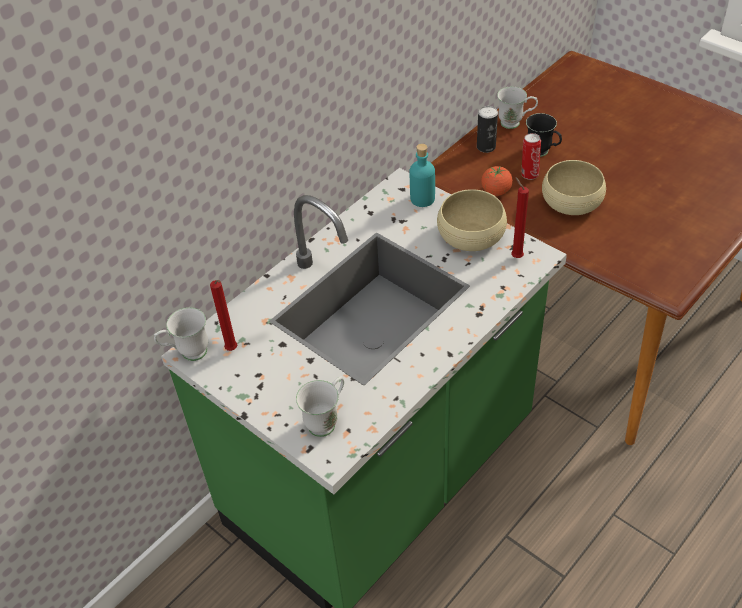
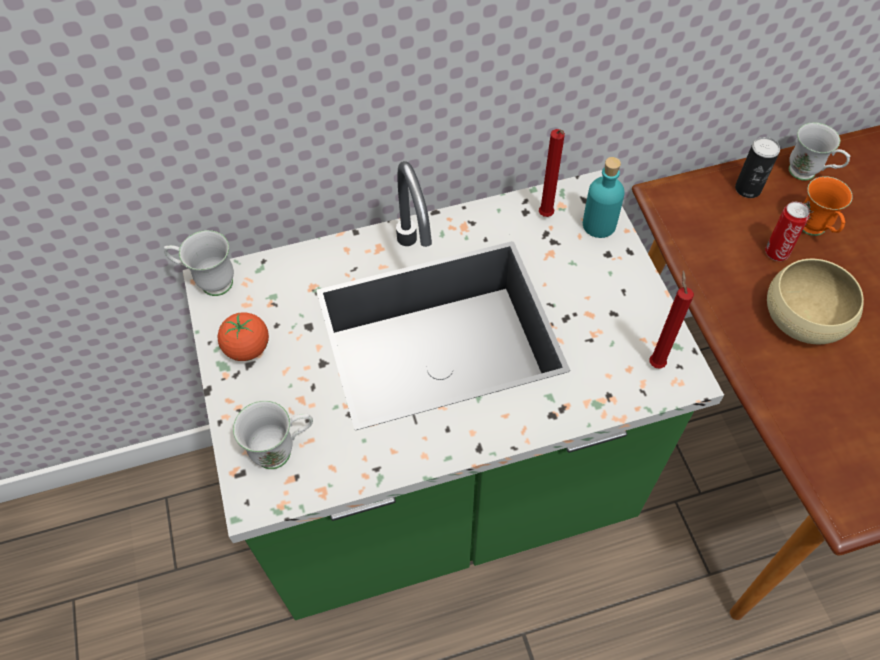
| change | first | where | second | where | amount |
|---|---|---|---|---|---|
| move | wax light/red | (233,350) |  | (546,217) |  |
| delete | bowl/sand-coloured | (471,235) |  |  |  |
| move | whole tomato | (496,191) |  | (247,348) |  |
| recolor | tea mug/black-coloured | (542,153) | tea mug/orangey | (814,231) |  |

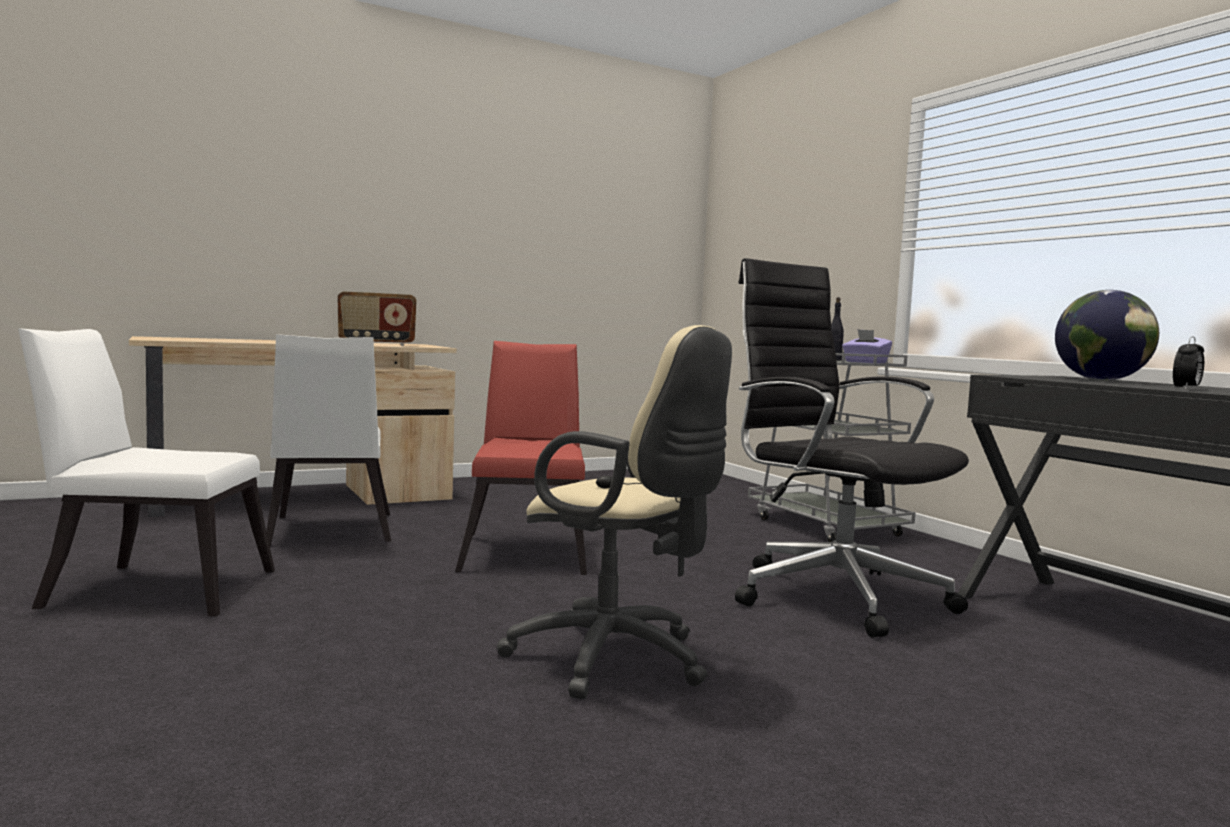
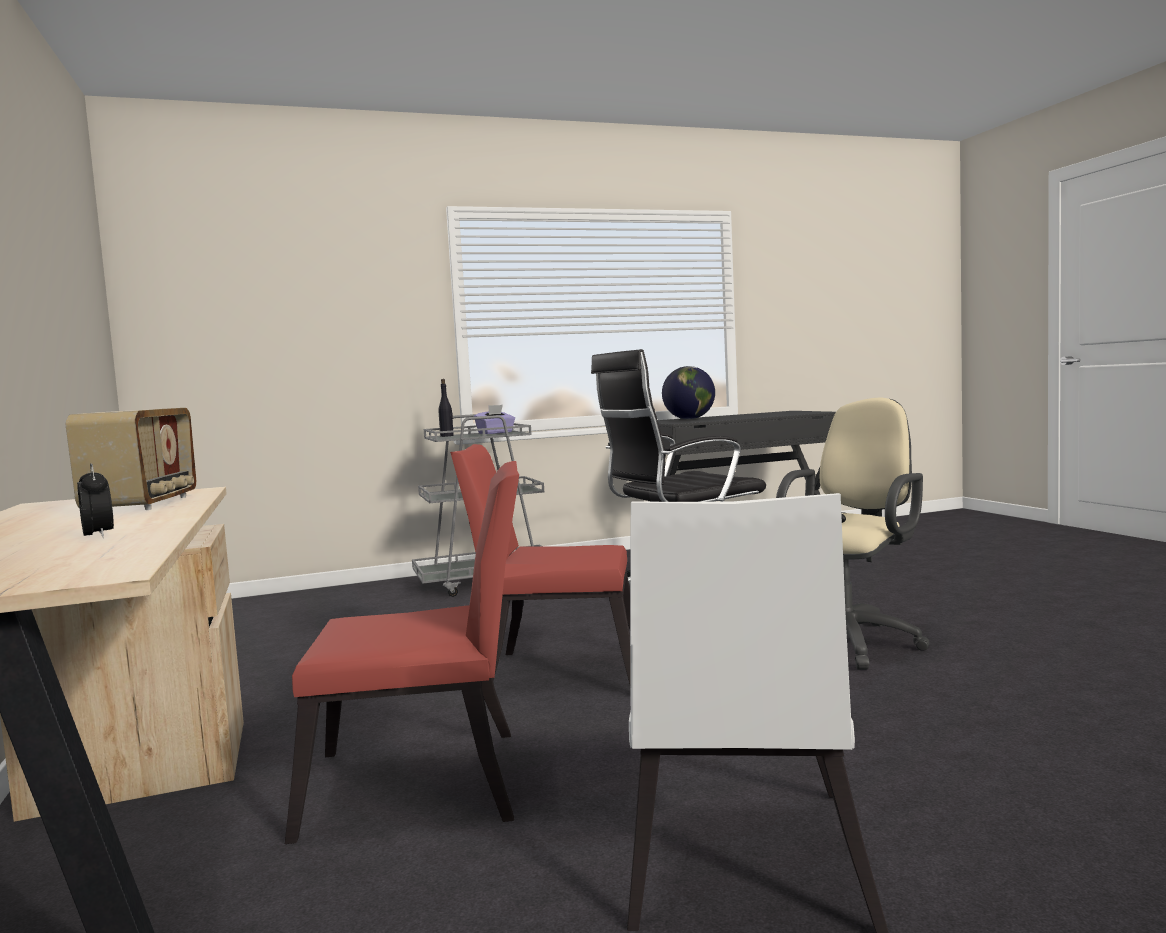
| change | first | where | second | where | amount |
|---|---|---|---|---|---|
| recolor | chair/white | (329,532) | chair/red | (429,785) |  |
| move | bedside clock | (1186,389) |  | (99,536) |  |

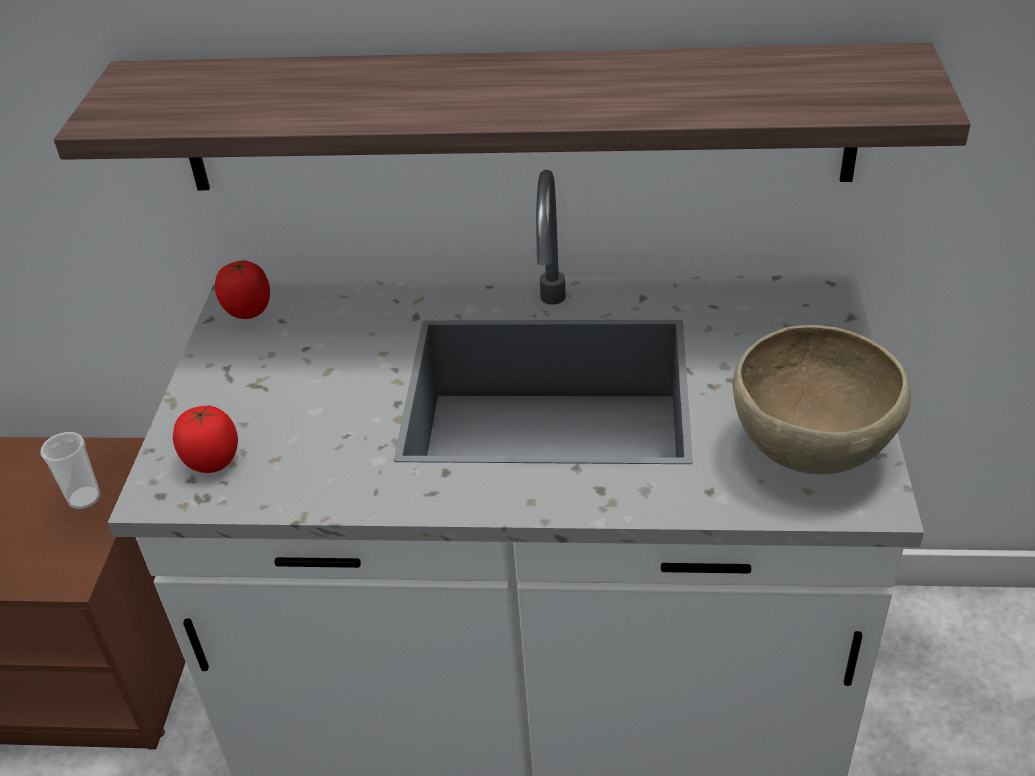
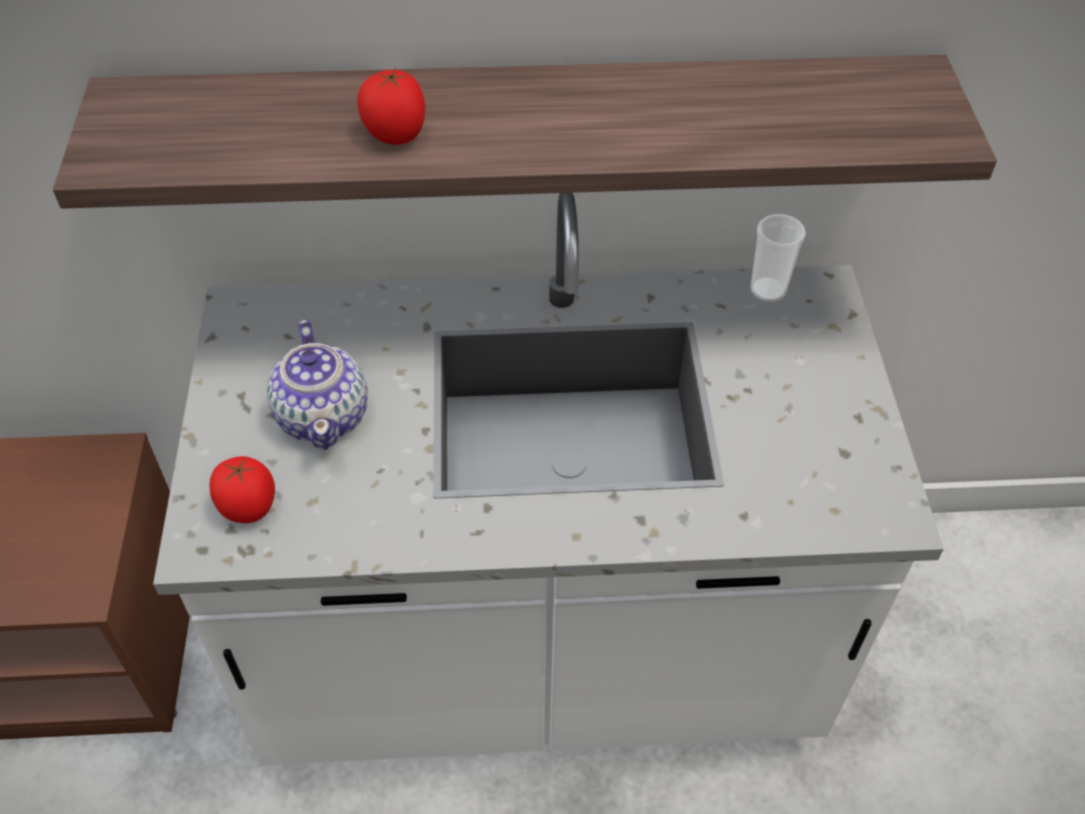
| change | first | where | second | where | amount |
|---|---|---|---|---|---|
| move | small cup | (84,498) |  | (768,290) |  |
| move | whole tomato | (248,311) |  | (395,135) |  |
| delete | bowl/brownish | (809,451) |  |  |  |
| insert |  |  | tea pot | (324,415) |  |

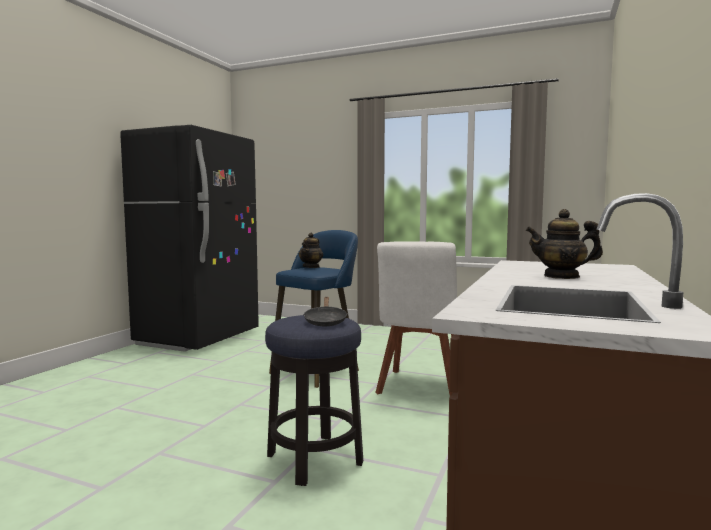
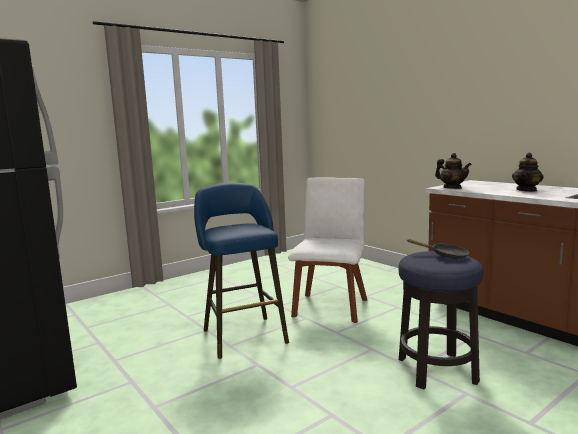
| change | first | where | second | where | amount |
|---|---|---|---|---|---|
| move | tea pot | (311,267) |  | (452,188) |  |
| rotate | chair/white | (420,387) |  | (331,306) | 120 degrees counterclockwise |

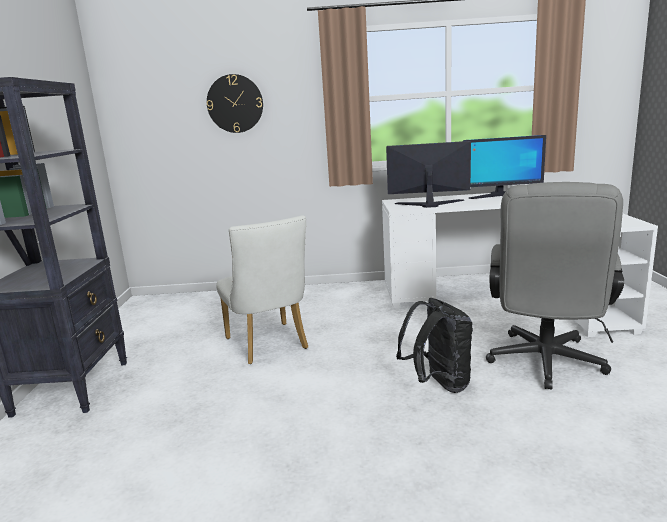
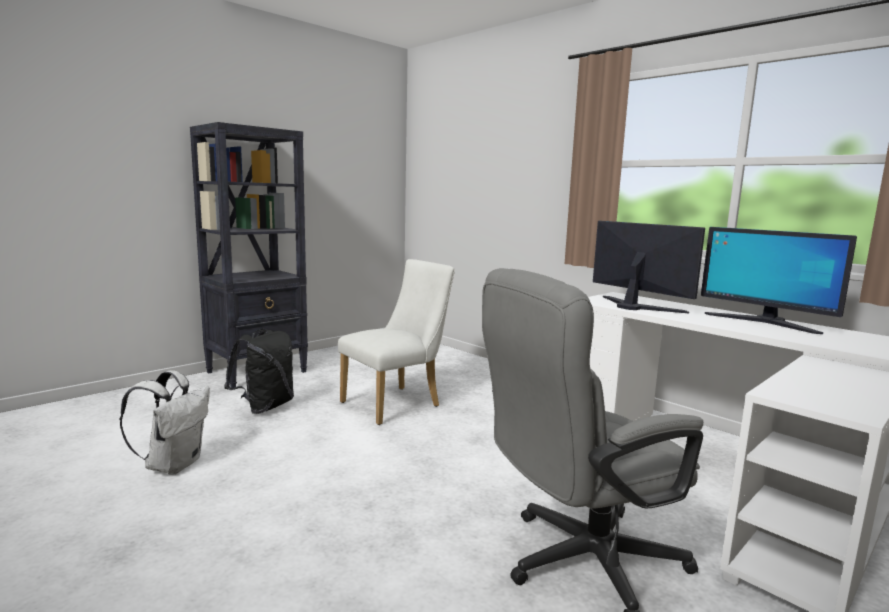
| change | first | where | second | where | amount |
|---|---|---|---|---|---|
| delete | hanging clock | (235,103) |  |  |  |
| rotate | chair/white | (269,345) |  | (397,403) | 150 degrees counterclockwise |
| move | knapsack/black-coloured | (438,384) |  | (265,406) |  |
| insert |  |  | knapsack/white | (174,464) |  |

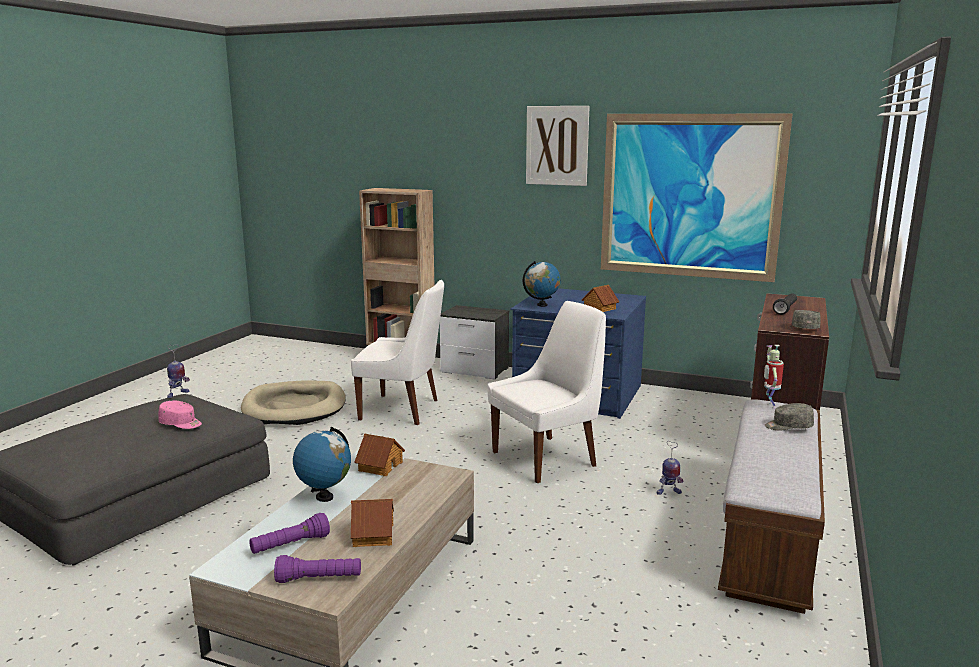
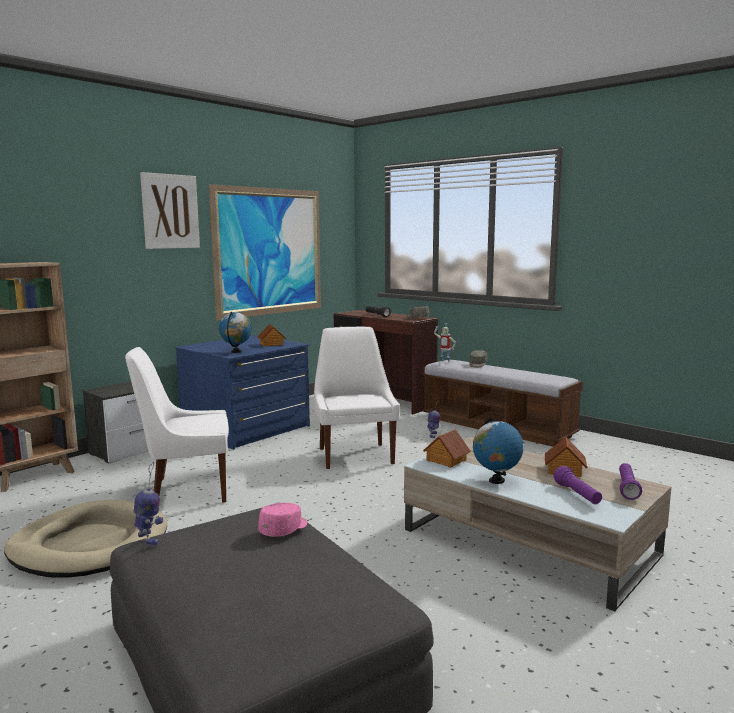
| change | first | where | second | where | amount |
|---|---|---|---|---|---|
| rotate | chair/white | (402,410) |  | (187,490) | 135 degrees counterclockwise |

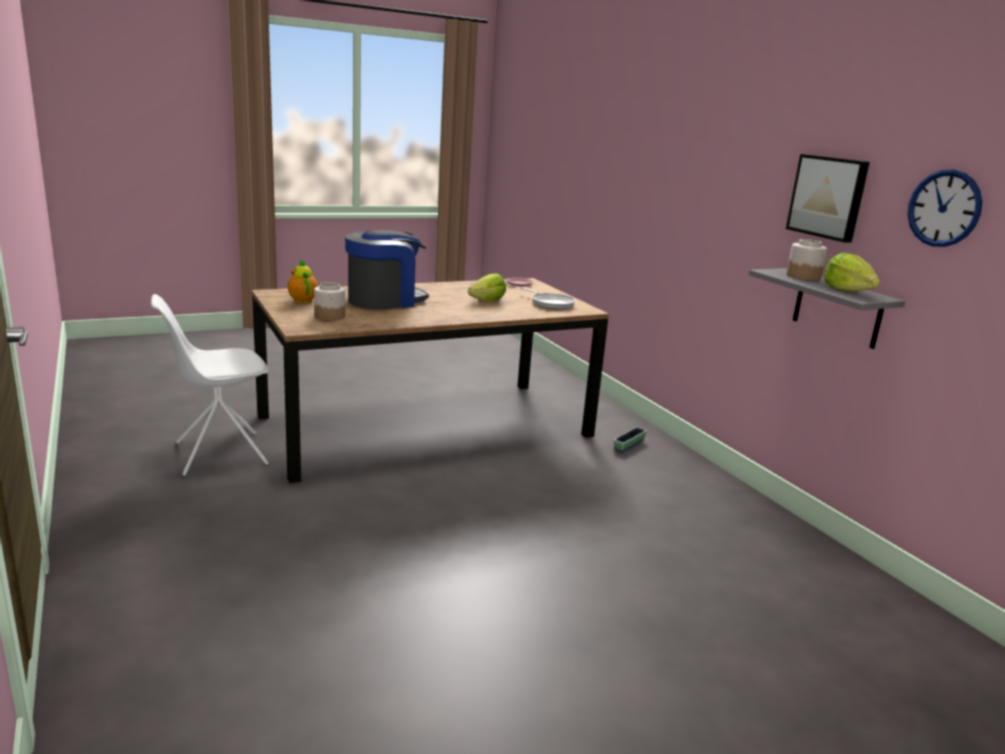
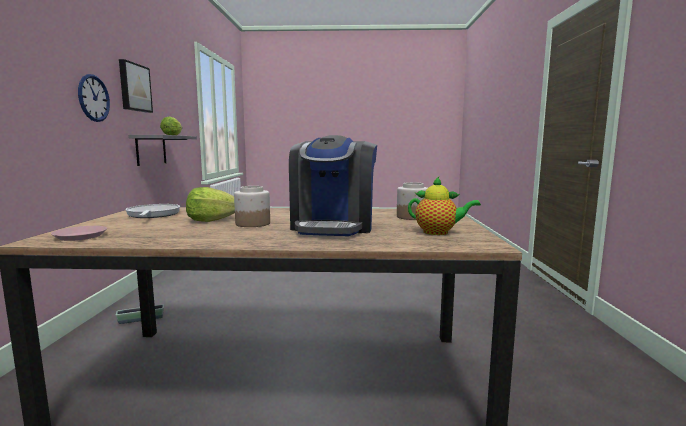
| change | first | where | second | where | amount |
|---|---|---|---|---|---|
| delete | chair/white | (219,454) |  |  |  |
| rotate | tea pot | (302,300) |  | (438,232) | 75 degrees counterclockwise |
| rotate | coffee brewer | (385,301) |  | (333,226) | 75 degrees counterclockwise |
| move | preserve jar | (803,276) |  | (252,224) |  |
| move | hanging clock | (944,208) |  | (93,98) |  |

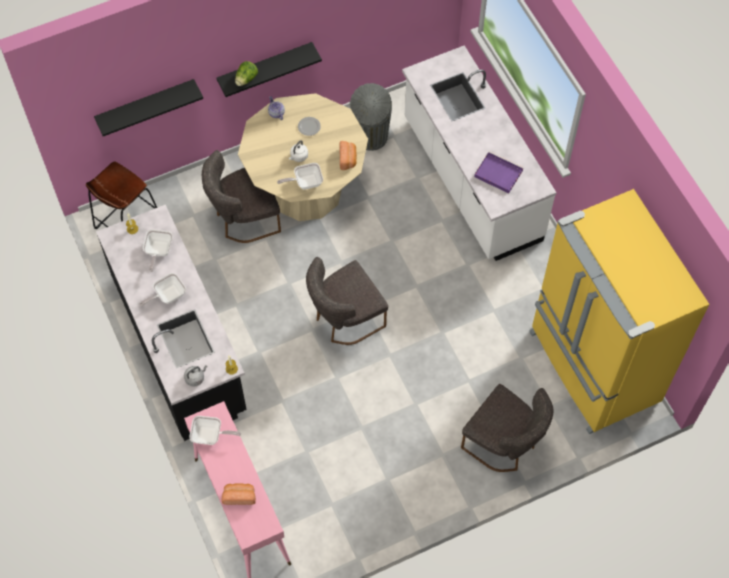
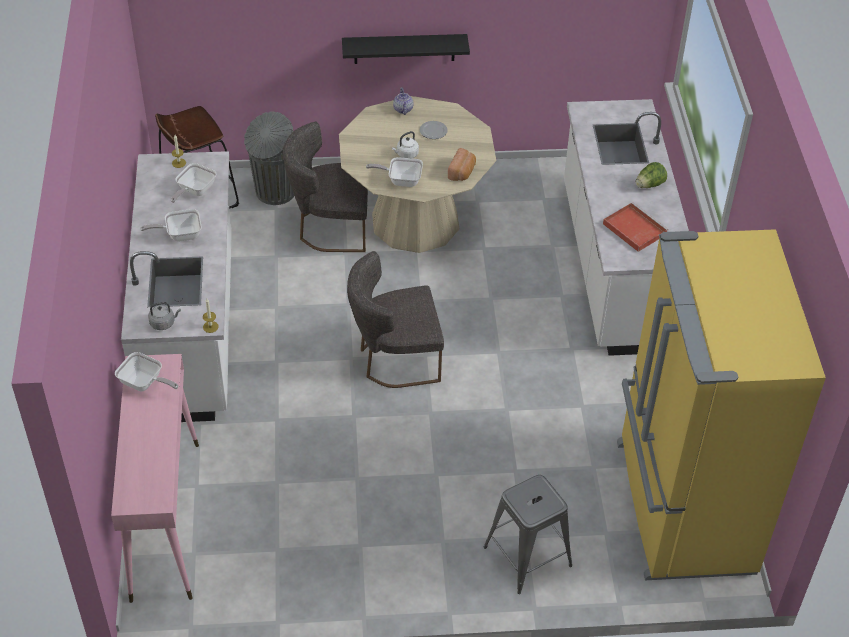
| change | first | where | second | where | amount |
|---|---|---|---|---|---|
| delete | shelf/black-coloured | (146,105) |  |  |  |
| recolor | counter/black-coloured | (180,344) | counter/white | (191,326) |  |
| delete | bread | (239,496) |  |  |  |
| move | lettuce head | (246,79) |  | (649,185) |  |
| move | rubbish bin/greyish | (370,138) |  | (274,192) |  |
| replace | chair/greyish | (504,444) | stool seat/greyish | (527,556) |  |
| recolor | tray/purple | (497,173) | tray/red | (633,228) |  |

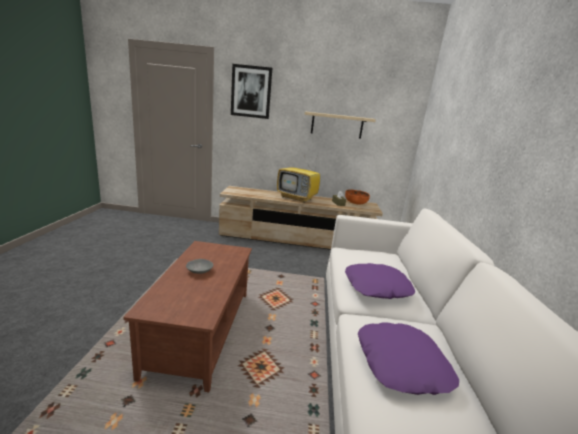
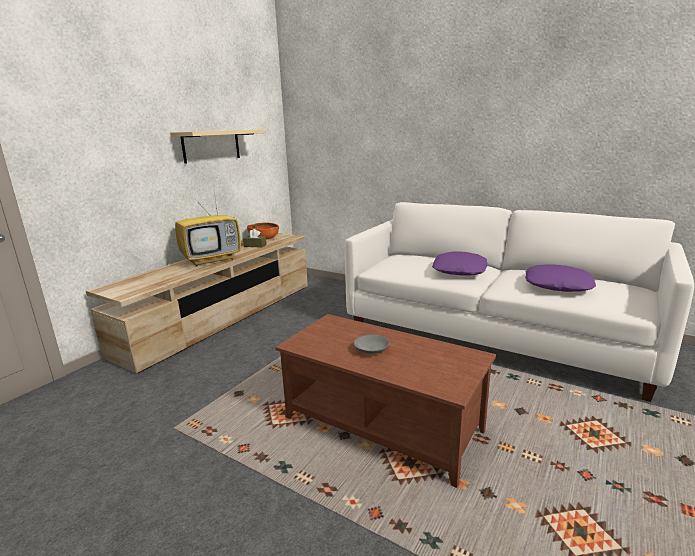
| change | first | where | second | where | amount |
|---|---|---|---|---|---|
| delete | wall art | (251,92) |  |  |  |

